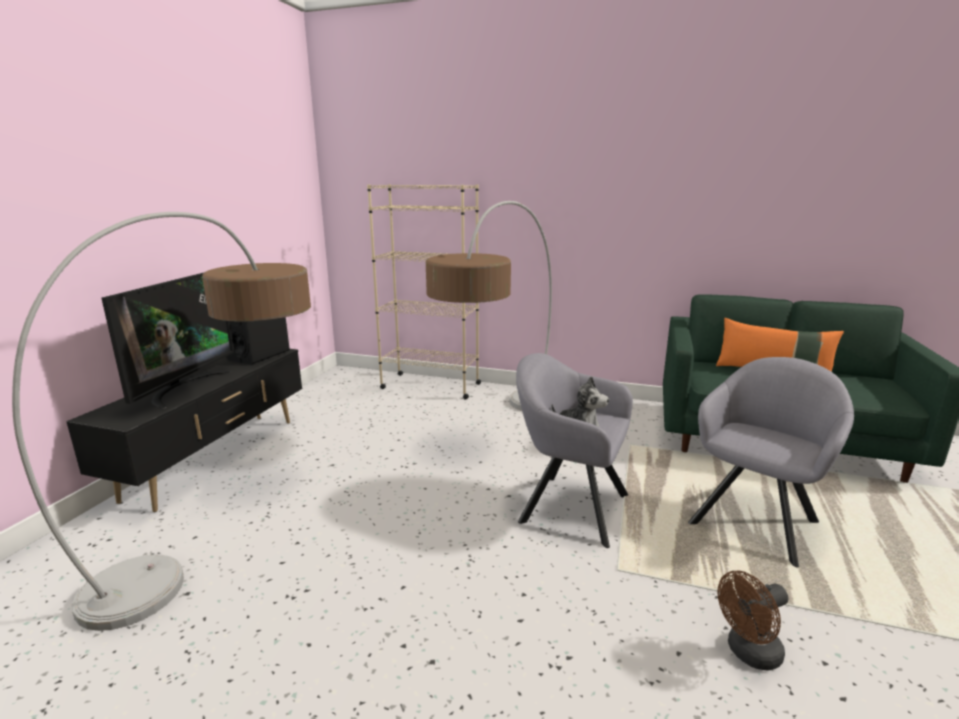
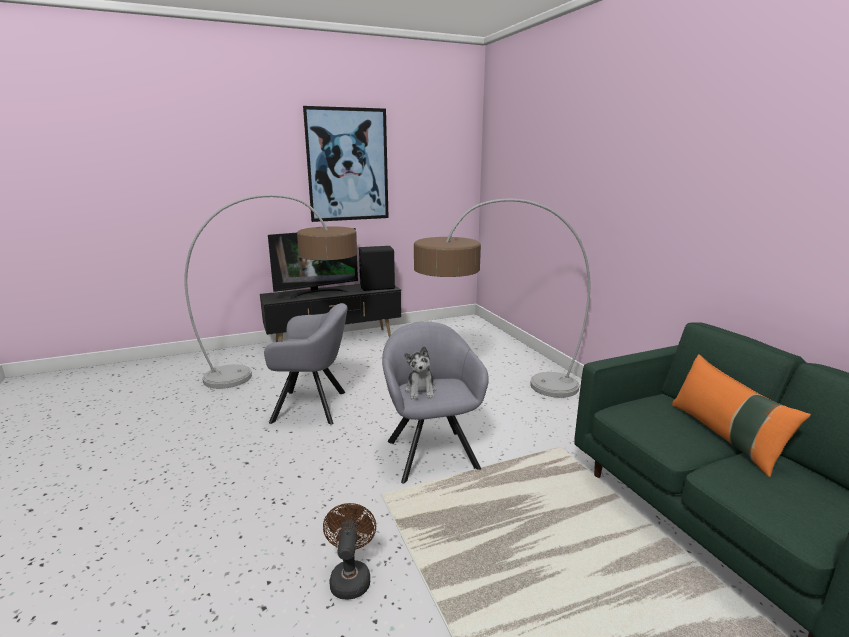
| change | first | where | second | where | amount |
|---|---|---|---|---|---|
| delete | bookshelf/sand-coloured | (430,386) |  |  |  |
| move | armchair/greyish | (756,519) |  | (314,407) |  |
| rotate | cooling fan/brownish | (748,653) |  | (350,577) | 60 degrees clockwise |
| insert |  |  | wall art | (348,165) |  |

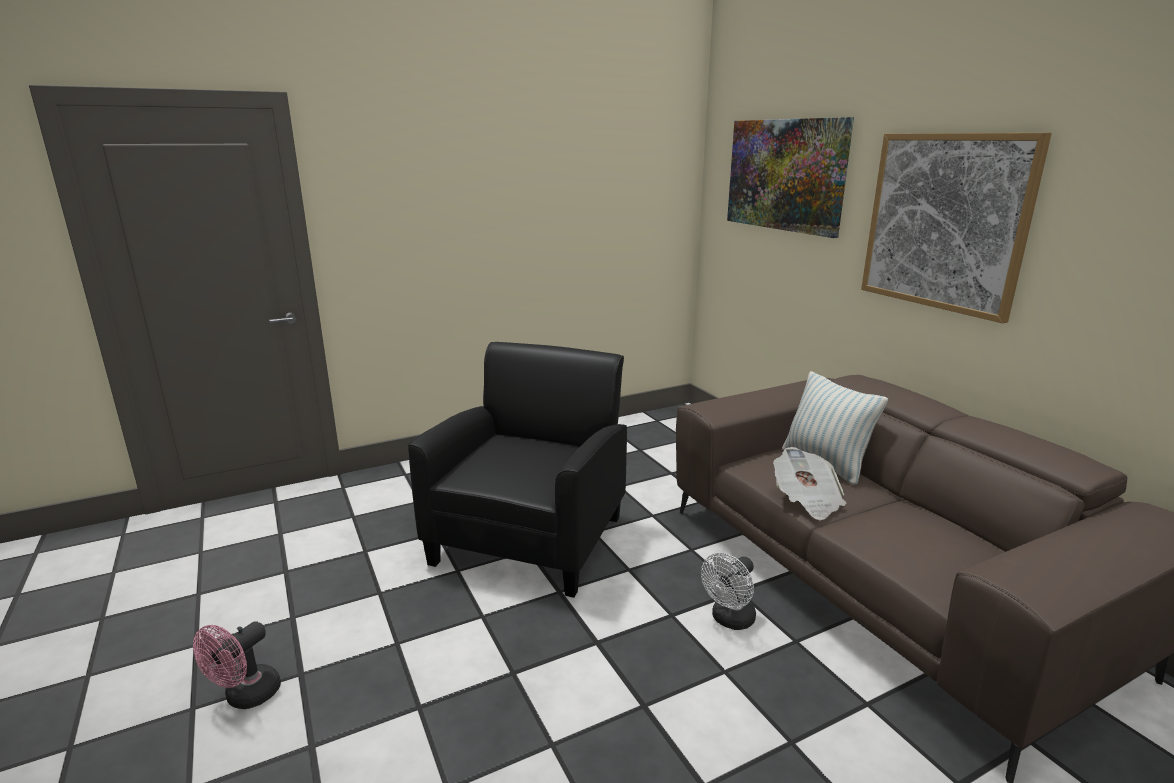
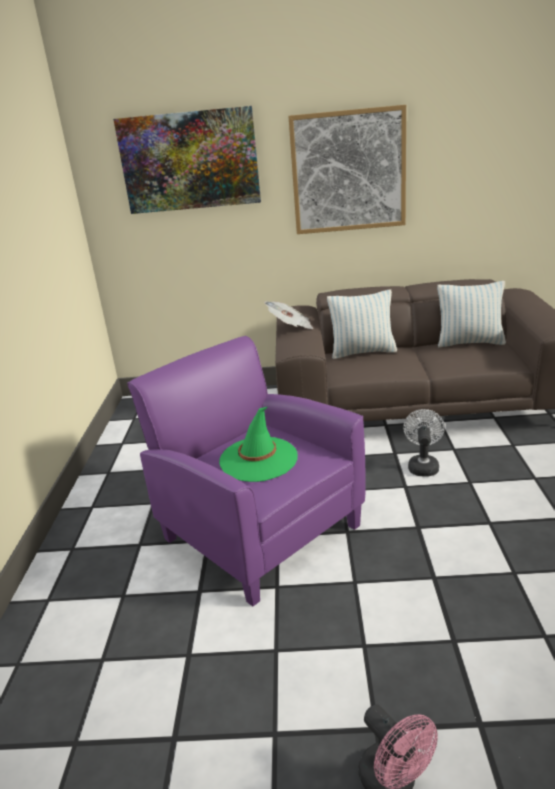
| change | first | where | second | where | amount |
|---|---|---|---|---|---|
| recolor | armchair/black-coloured | (530,538) | armchair/purple | (260,531) |  |
| rotate | cooling fan/white | (729,620) |  | (423,465) | 150 degrees counterclockwise |
| move | newspaper | (807,500) |  | (290,327) |  |
| insert |  |  | wearable hat/green-coloured | (258,459) |  |
| insert |  |  | pillow | (469,343) |  |

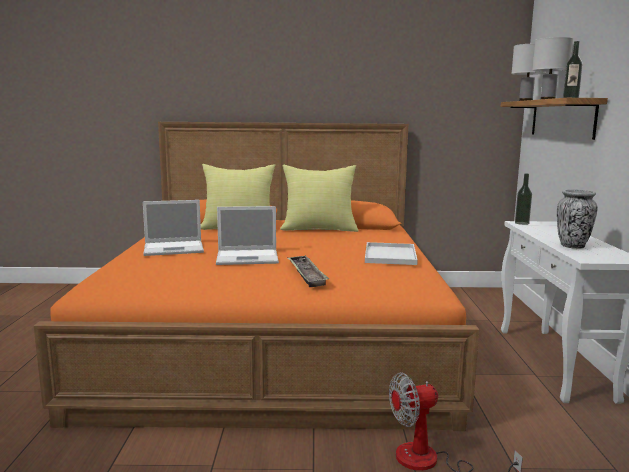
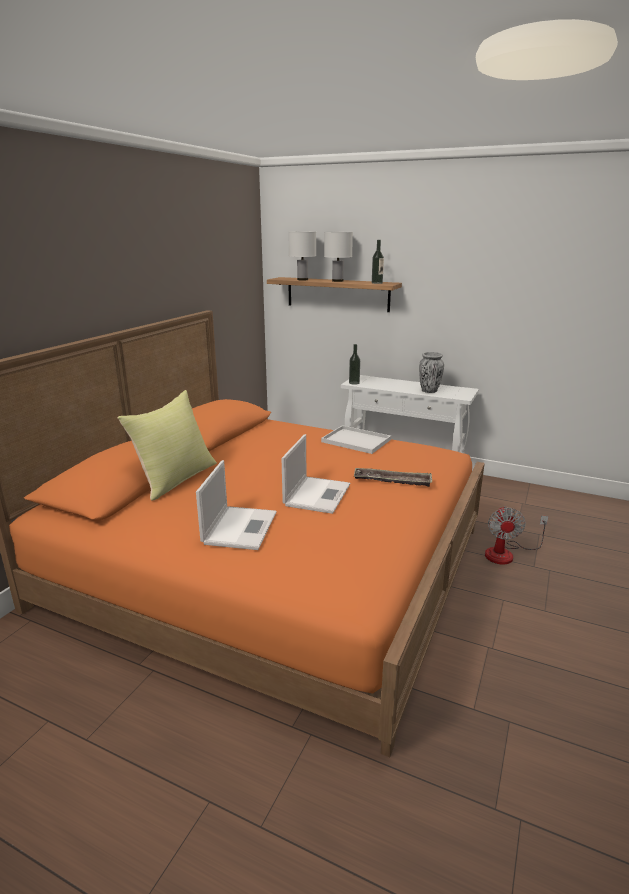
| change | first | where | second | where | amount |
|---|---|---|---|---|---|
| delete | pillow/yellowish | (319,229) |  |  |  |

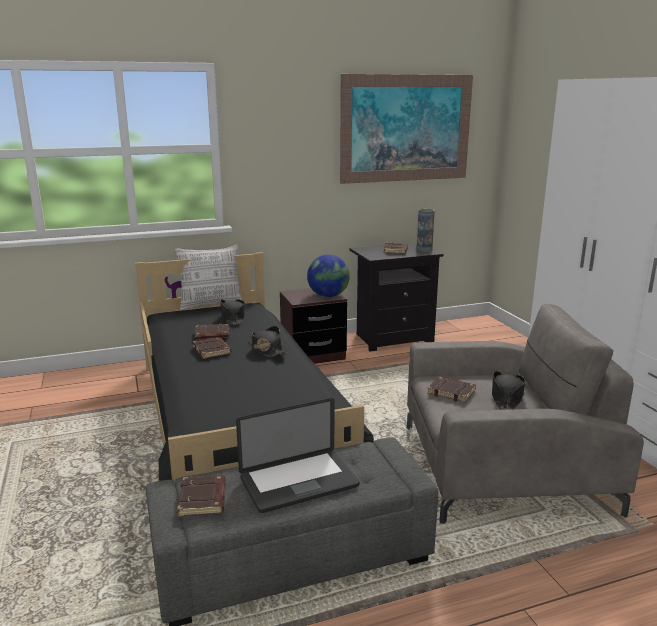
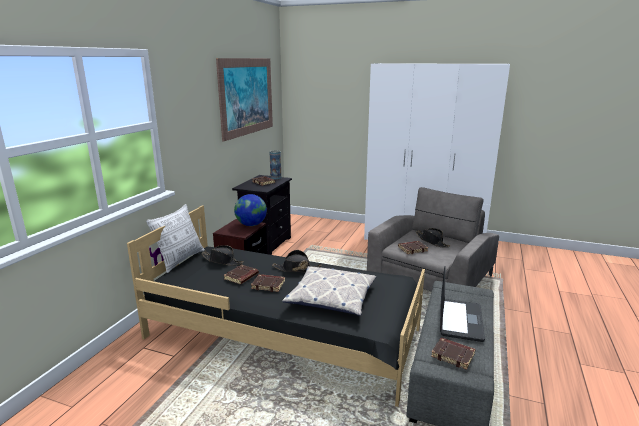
| change | first | where | second | where | amount |
|---|---|---|---|---|---|
| insert |  |  | pillow | (331,297) |  |

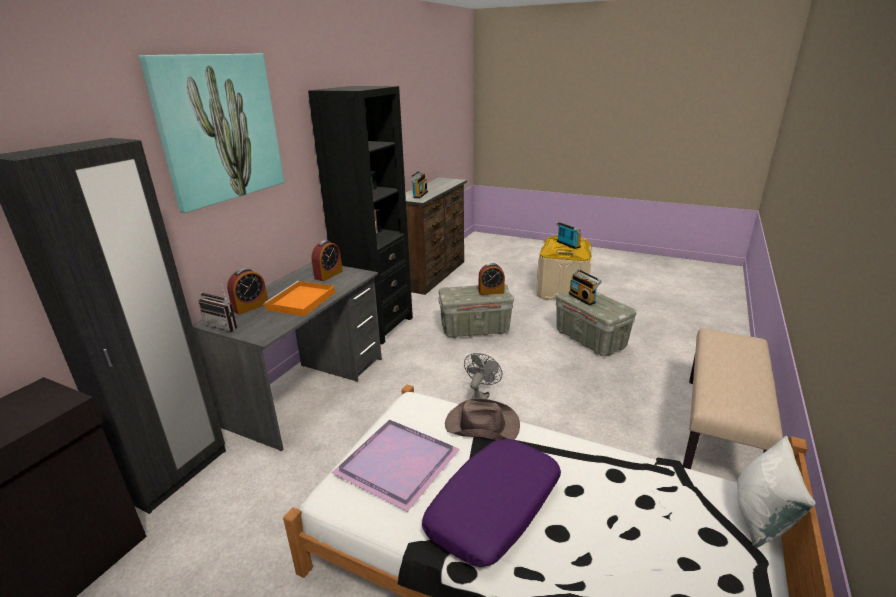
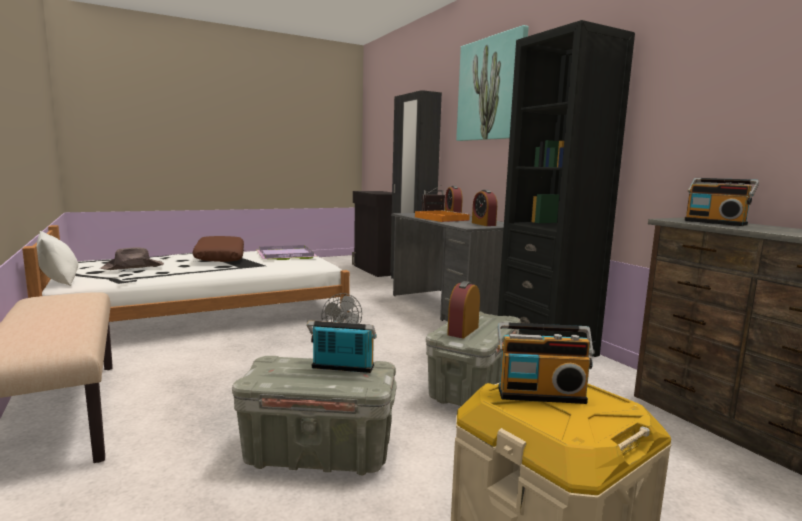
| change | first | where | second | where | amount |
|---|---|---|---|---|---|
| recolor | pillow/purple | (495,509) | pillow/brownish | (219,258) |  |
| move | wearable hat/brownish | (481,424) |  | (133,267) |  |

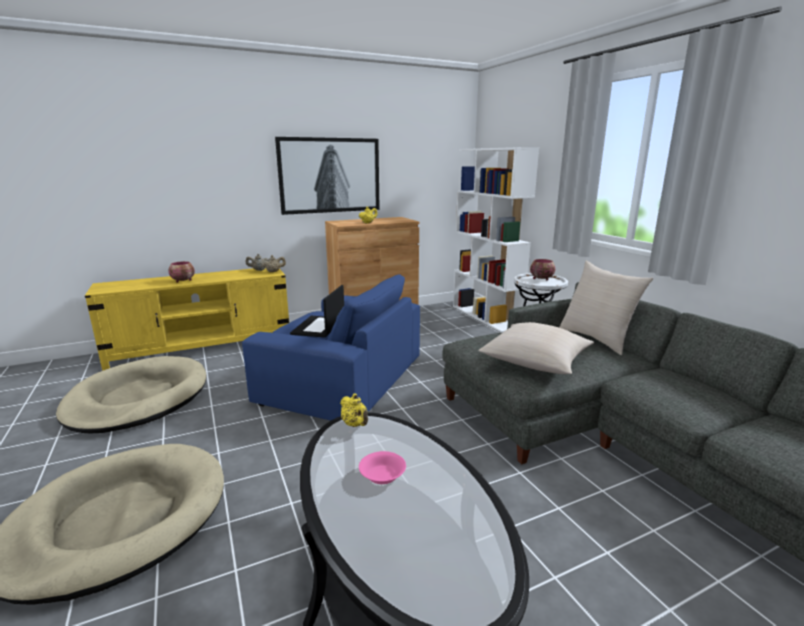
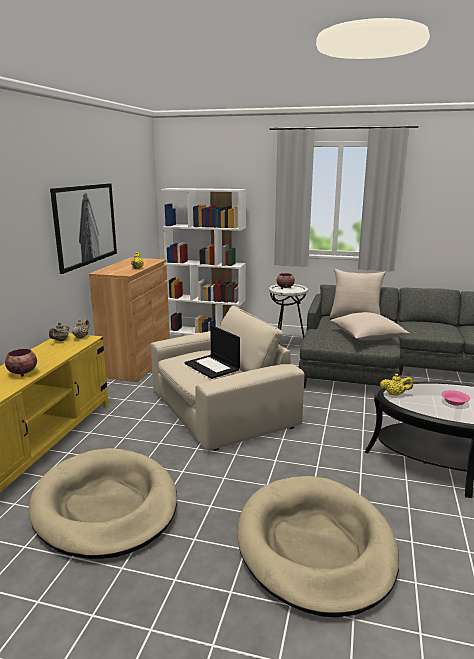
| change | first | where | second | where | amount |
|---|---|---|---|---|---|
| recolor | armchair/blue-coloured | (341,379) | armchair/sand-coloured | (221,408) |  |

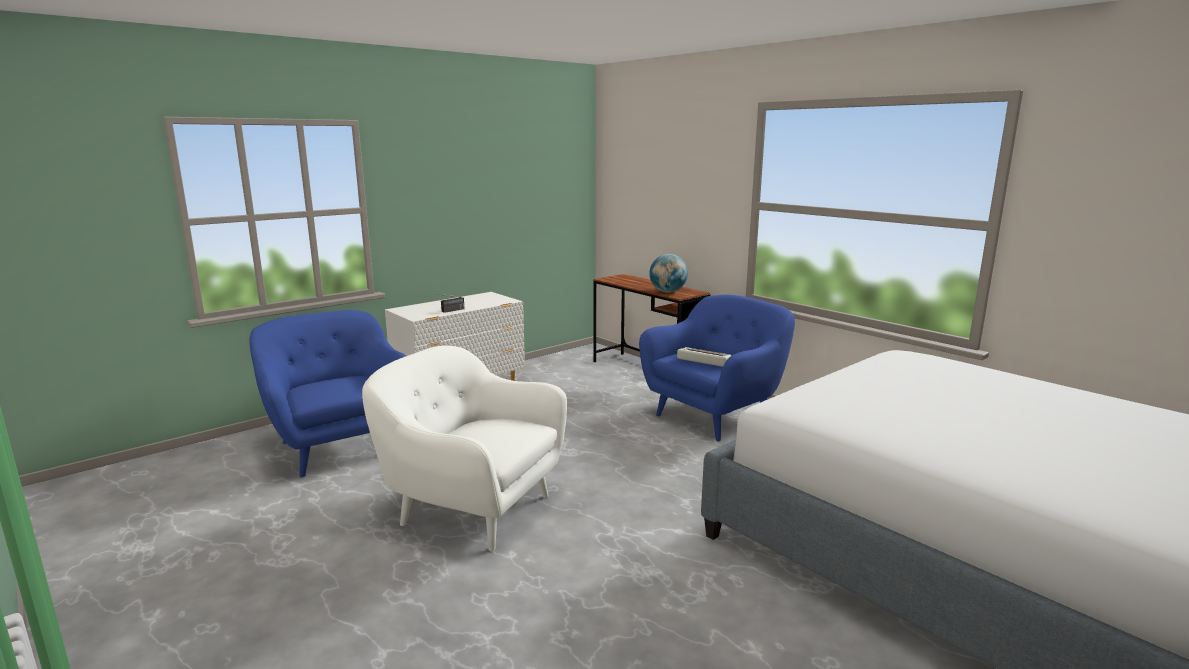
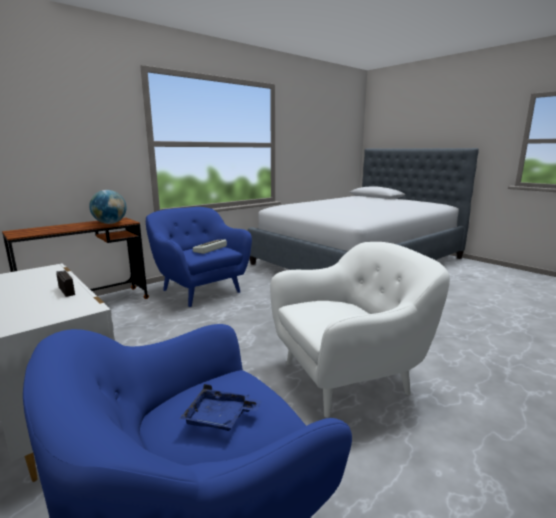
| change | first | where | second | where | amount |
|---|---|---|---|---|---|
| rotate | armchair/white | (472,508) |  | (348,376) | 135 degrees counterclockwise |
| insert |  |  | tray/blue-coloured | (220,418) |  |

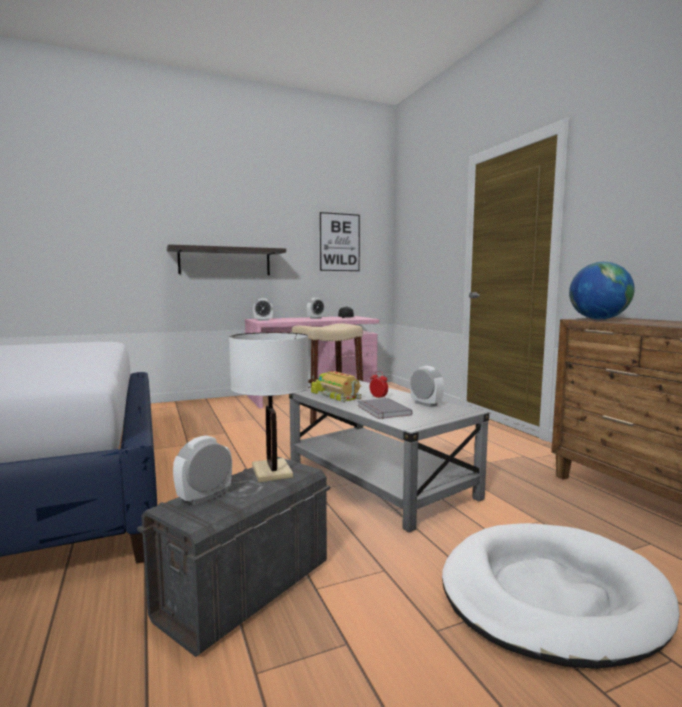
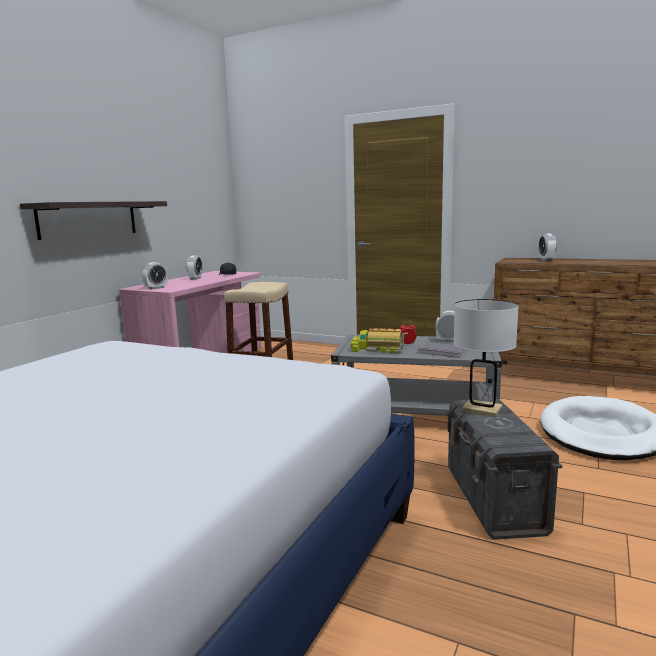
| change | first | where | second | where | amount |
|---|---|---|---|---|---|
| move | bedside clock | (204,497) |  | (546,260) |  |
| delete | wall art | (339,242) |  |  |  |
| delete | world globe | (598,319) |  |  |  |

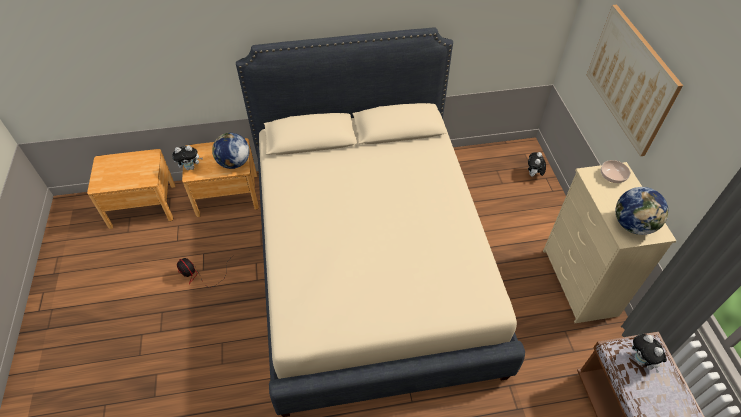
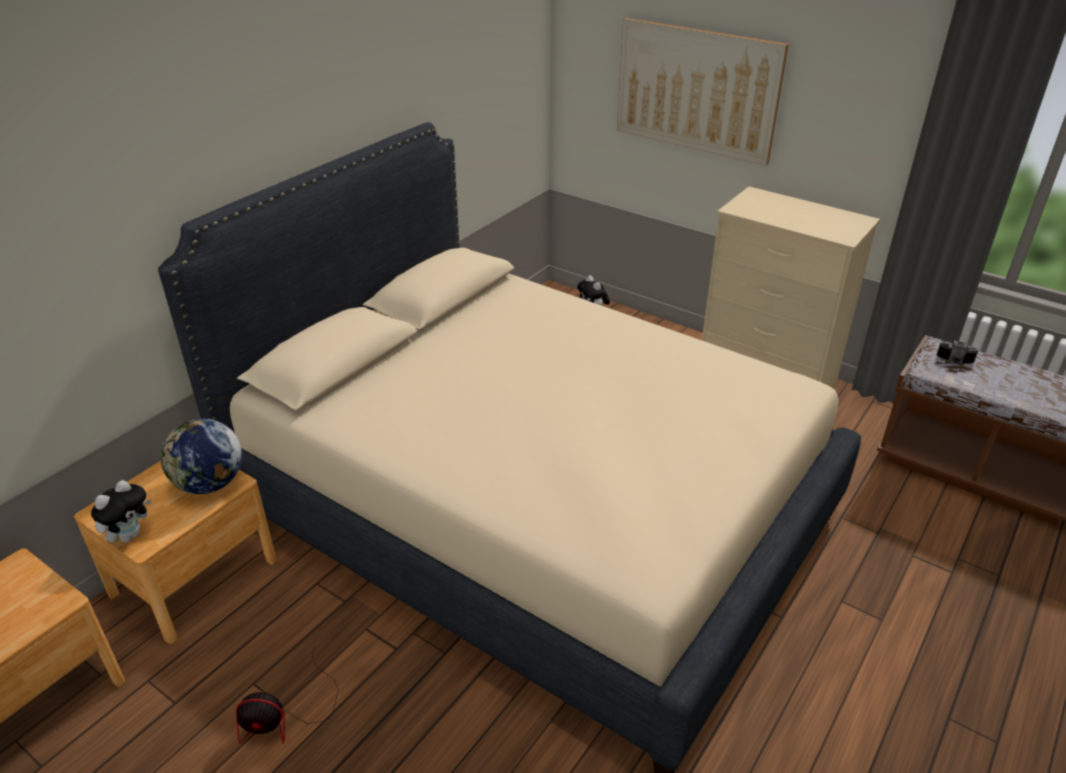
| change | first | where | second | where | amount |
|---|---|---|---|---|---|
| delete | bowl | (612,175) |  |  |  |
| delete | world globe | (633,225) |  |  |  |
| replace | soft toy | (641,361) | photo camera | (954,362) |  |

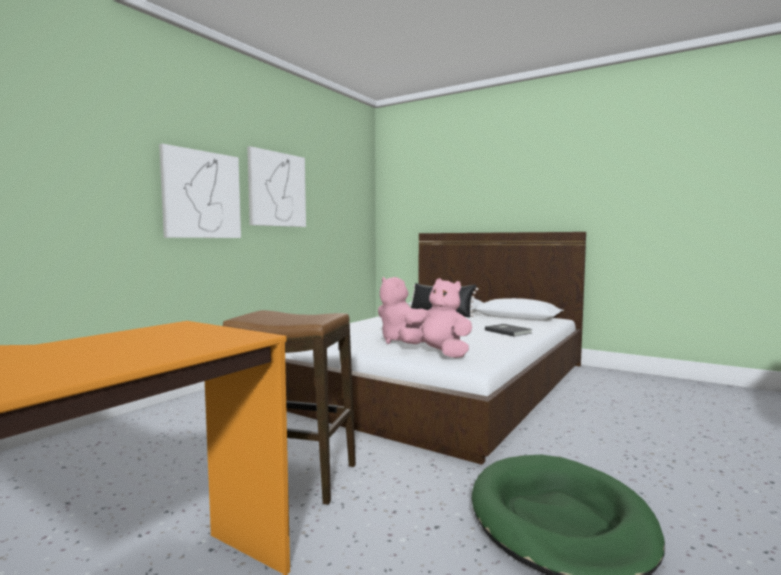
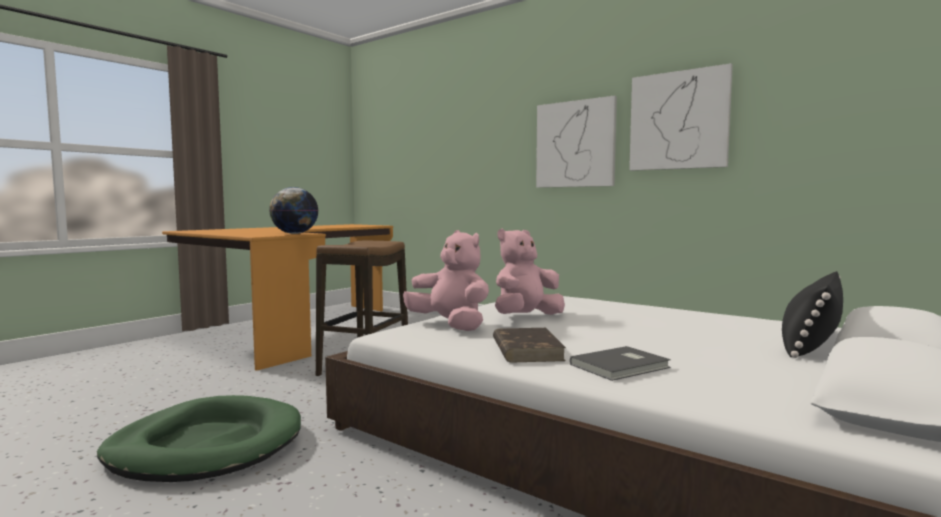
| change | first | where | second | where | amount |
|---|---|---|---|---|---|
| rotate | soft toy/pink | (438,353) |  | (450,325) | 90 degrees counterclockwise |
| insert |  |  | world globe | (294,233) |  |
| insert |  |  | bound book/brownish | (526,349) |  |

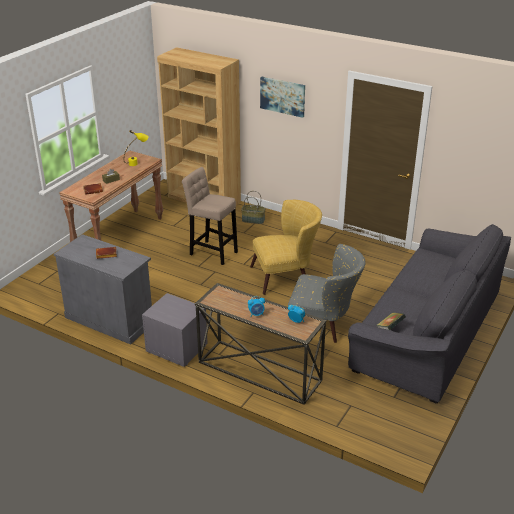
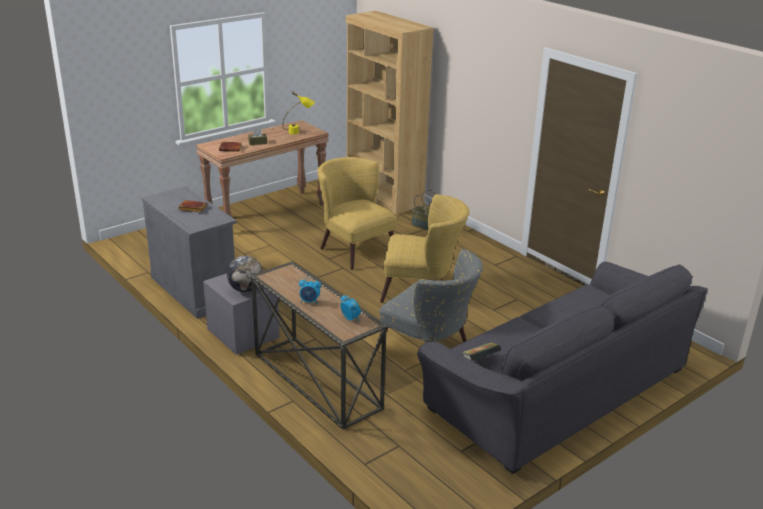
| change | first | where | second | where | amount |
|---|---|---|---|---|---|
| replace | stool seat/sand-coloured | (211,252) | armchair/yellowish | (354,248) |  |
| delete | wall art | (282,96) |  |  |  |
| insert |  |  | world globe | (246,289) |  |

